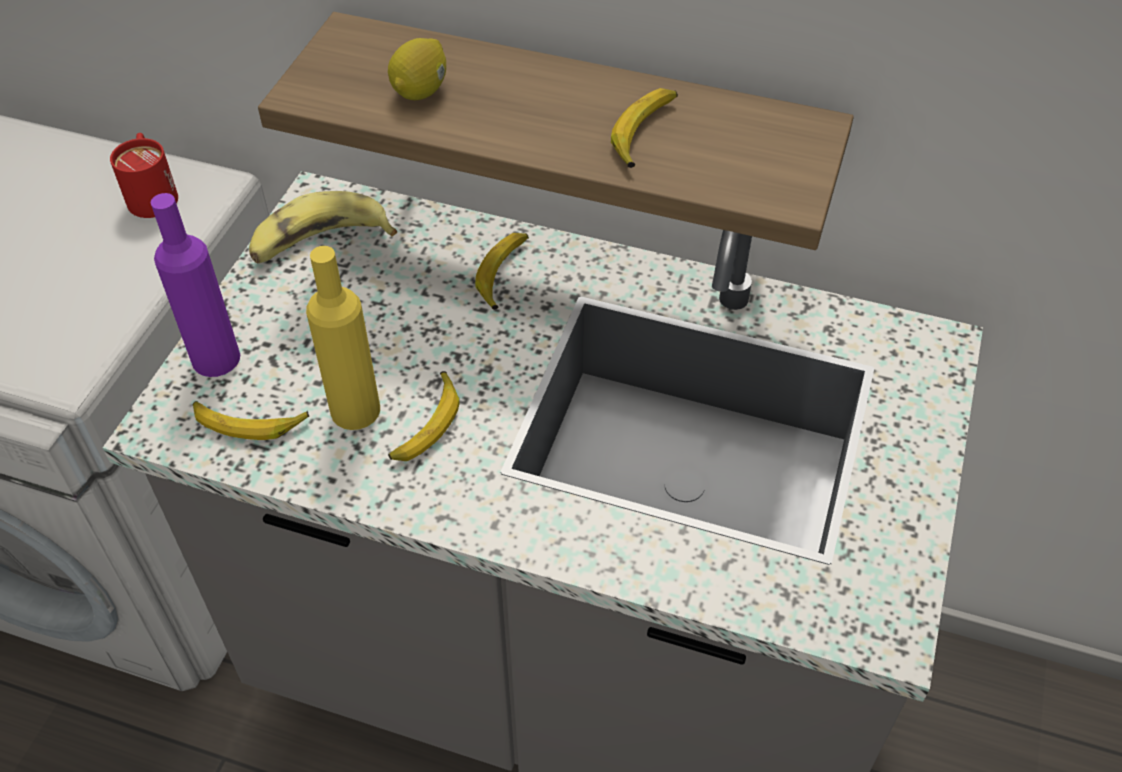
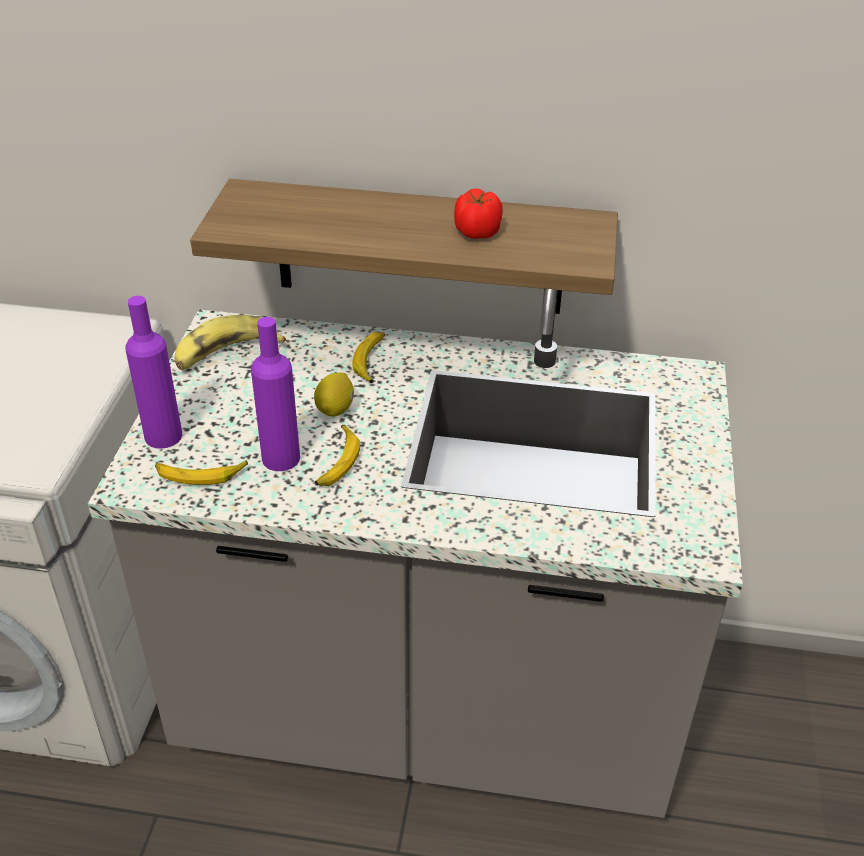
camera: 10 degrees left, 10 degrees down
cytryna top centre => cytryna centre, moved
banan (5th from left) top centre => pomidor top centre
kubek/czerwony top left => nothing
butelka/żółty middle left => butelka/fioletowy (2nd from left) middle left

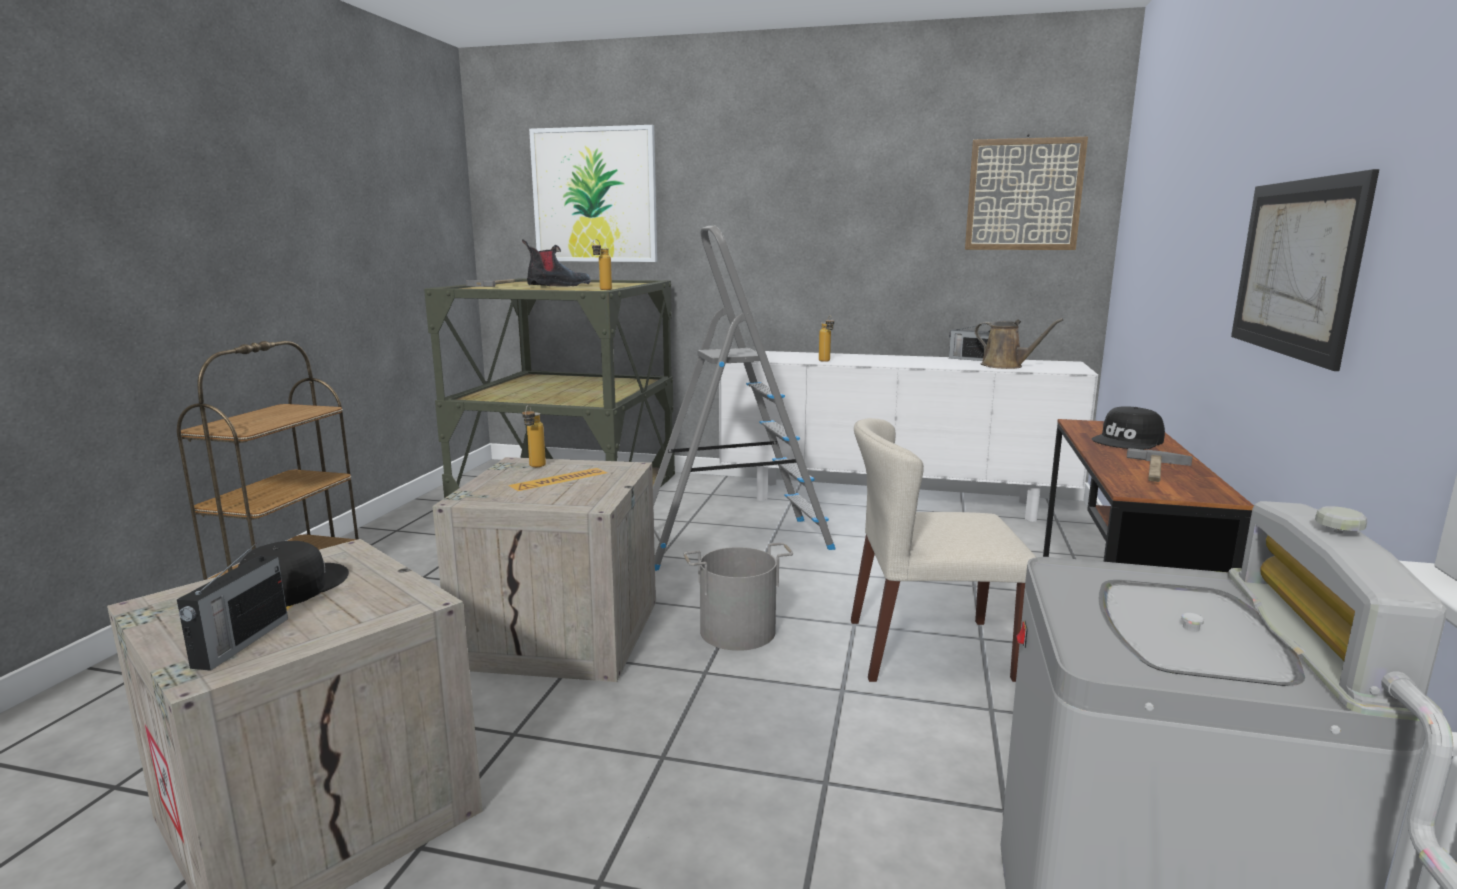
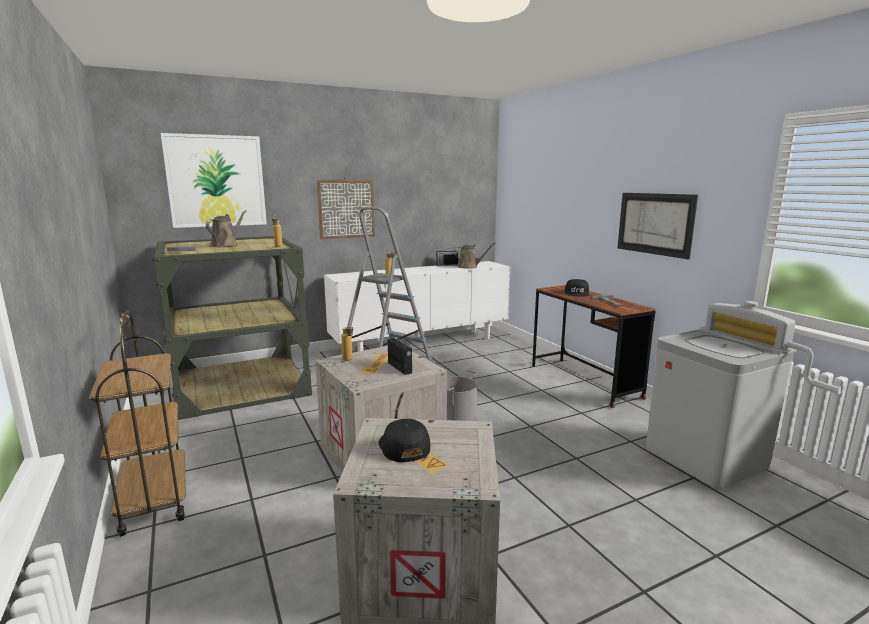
camera: 40 degrees left, 0 degrees up
obraz (2nd from left) top right => obraz (2nd from left) centre, moved
but z cholewką top centre => konewka/brązowy (1st from left) middle left
krzesło/beżowy centre => nothing
radio (1st from left) bottom left => radio (1st from left) centre, moved

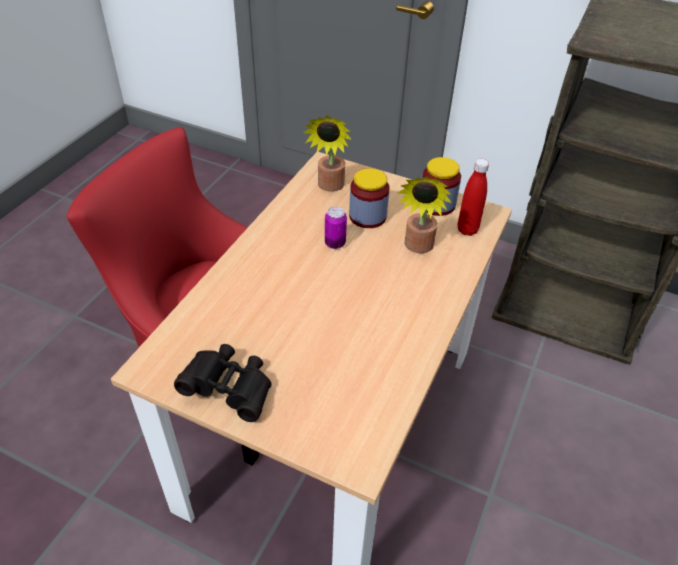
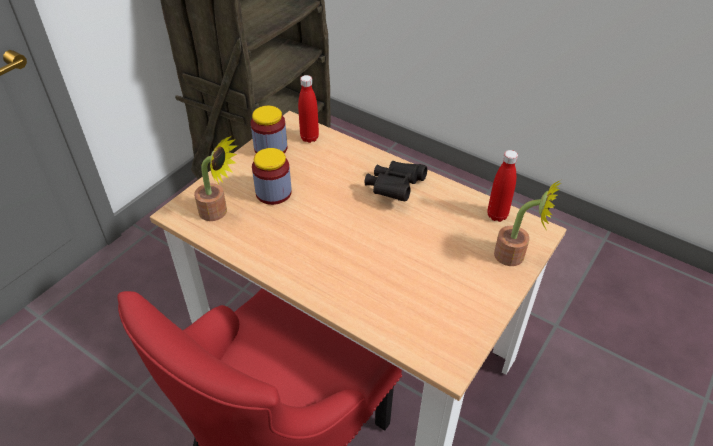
camera: 80 degrees left, 0 degrees up
roślina doniczkowa (2nd from left) centre => roślina doniczkowa (2nd from left) middle right, moved
puszka centre => nothing
lornetka/czarny bottom left => lornetka/czarny centre, moved
nothing => butelka/czerwony (2nd from left) middle right

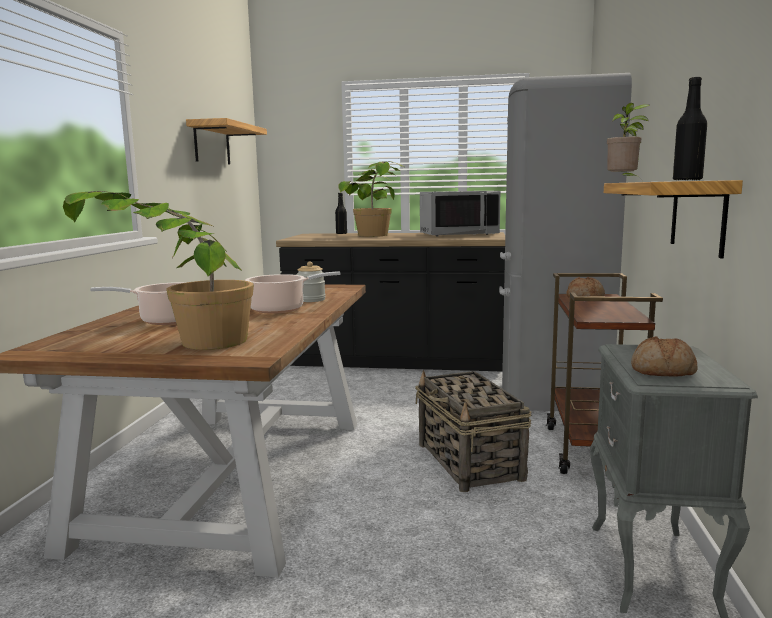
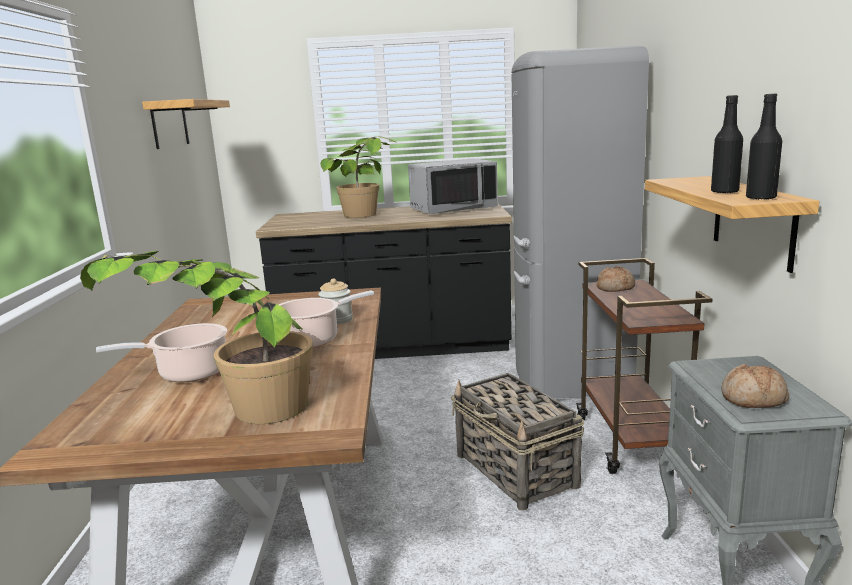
camera: 10 degrees left, 5 degrees up
roślina doniczkowa (3rd from left) top right => nothing
butelka/czarny (1st from left) centre => butelka/czarny (1st from left) top right, moved

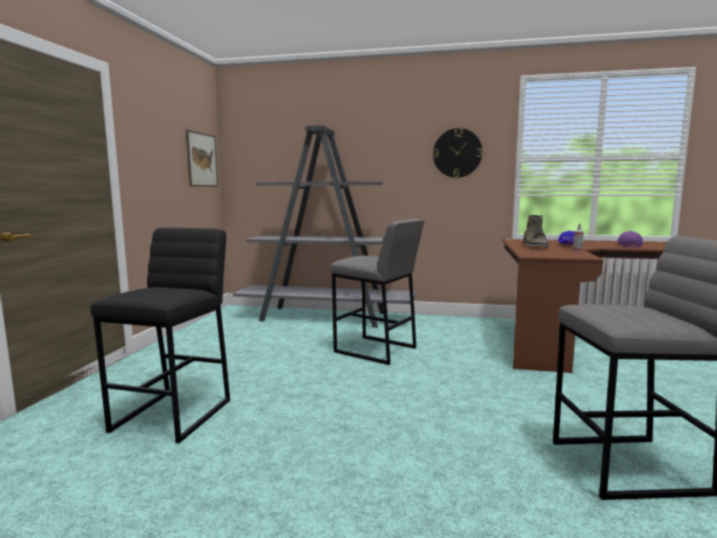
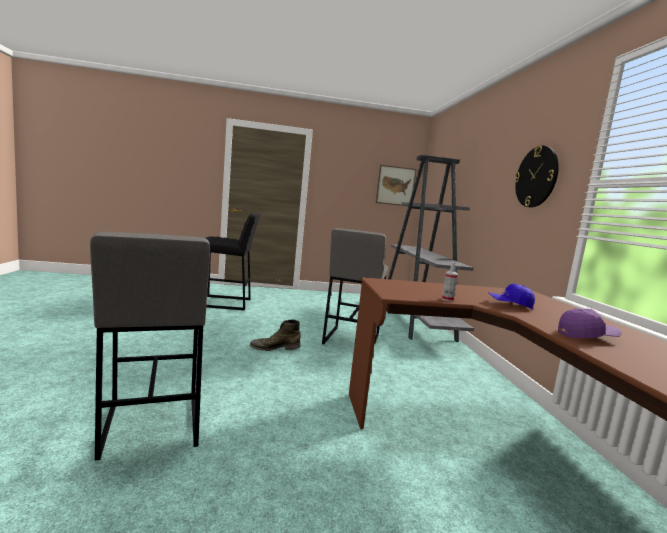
camera: 70 degrees right, 0 degrees up
but z cholewką/zielony middle right => but z cholewką/zielony centre, moved

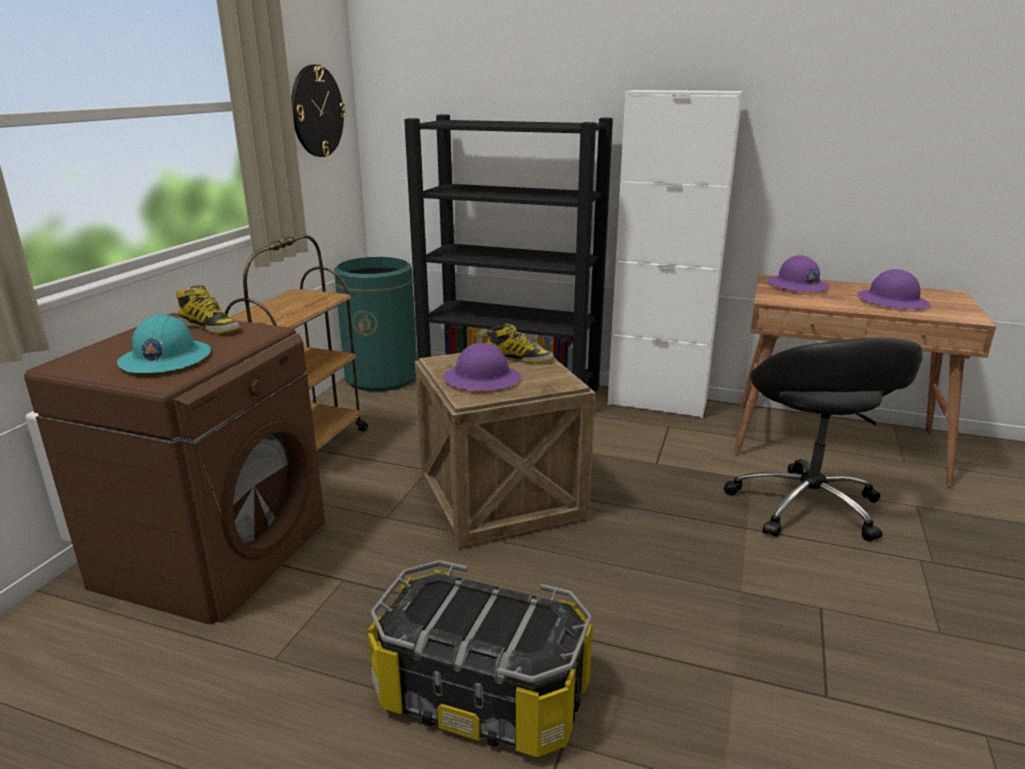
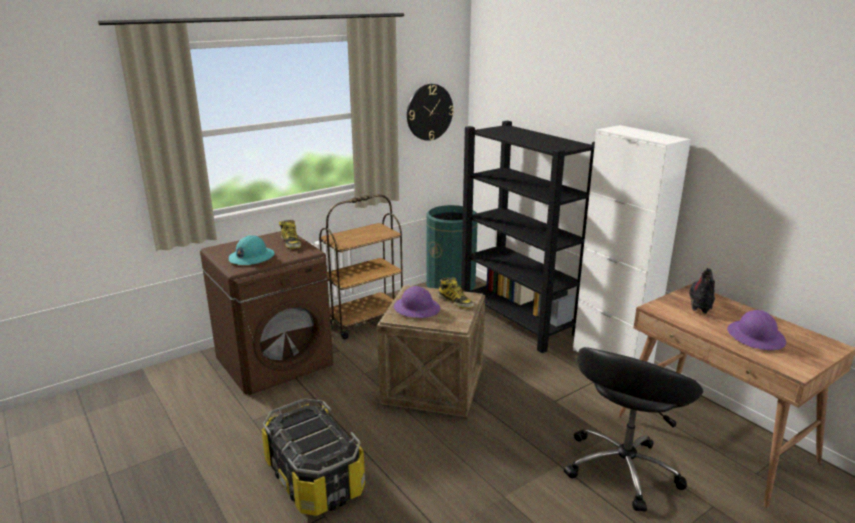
camera: 35 degrees right, 0 degrees up
kask/fioletowy (2nd from left) middle right => but z cholewką (3rd from left) middle right

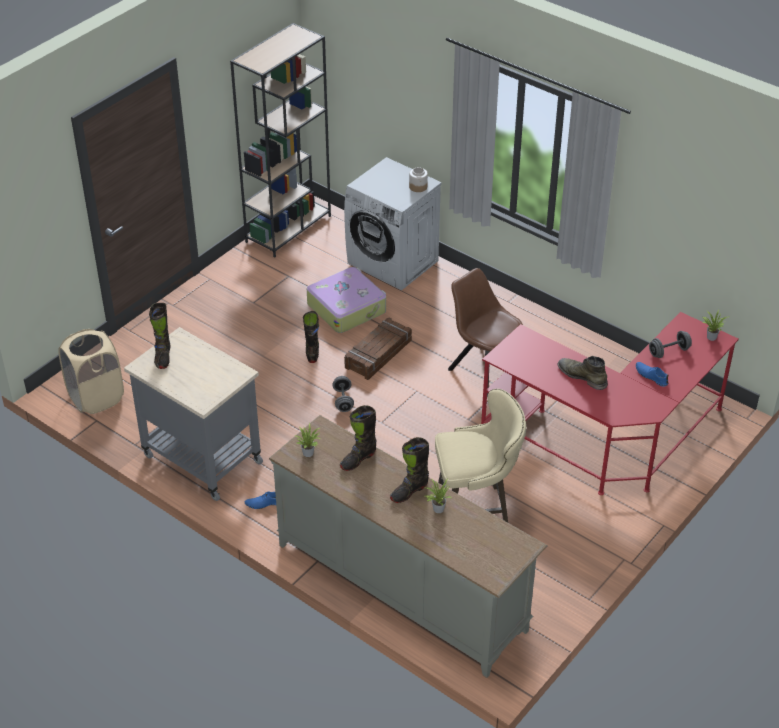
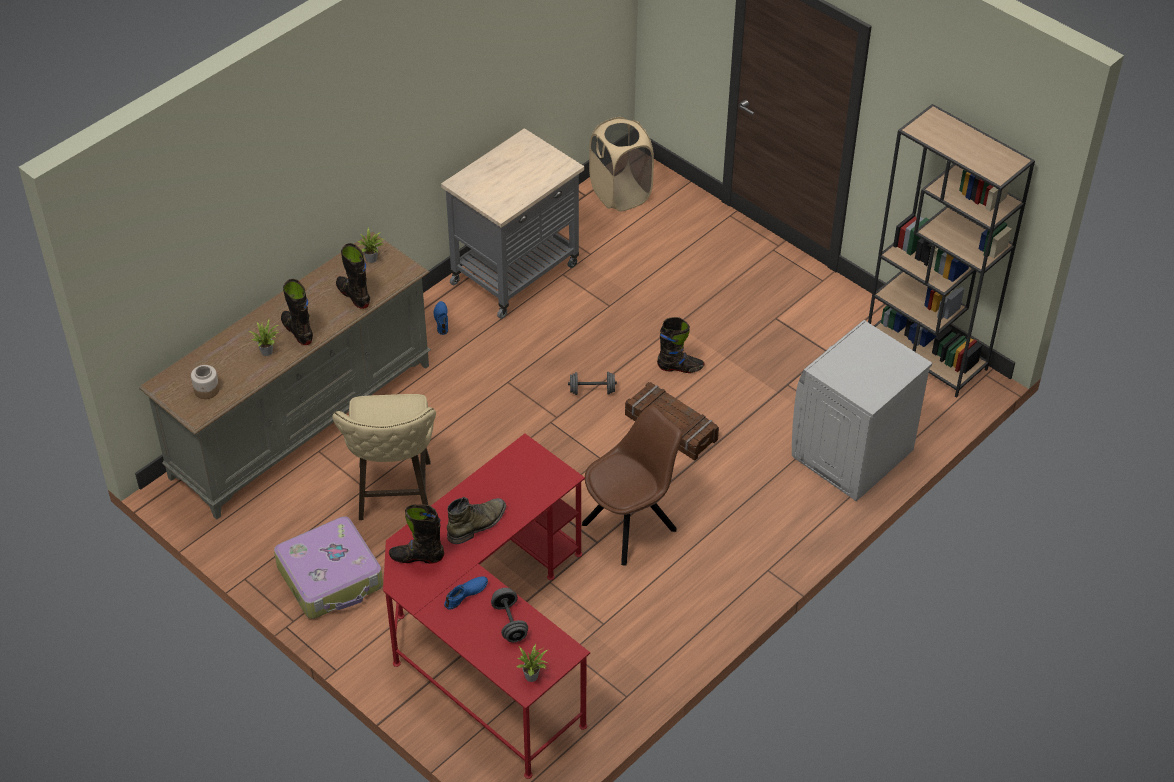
camera: 95 degrees right, 5 degrees up
słoik top centre => słoik middle left, moved
walizka centre => walizka bottom left, moved
but z cholewką/czarny (1st from left in the first image) middle left => but z cholewką/czarny (3rd from left) bottom centre, moved

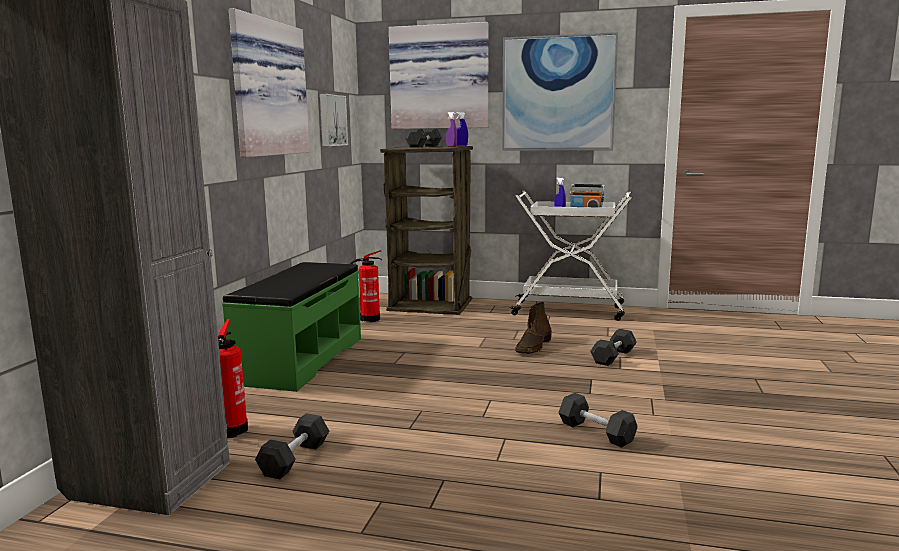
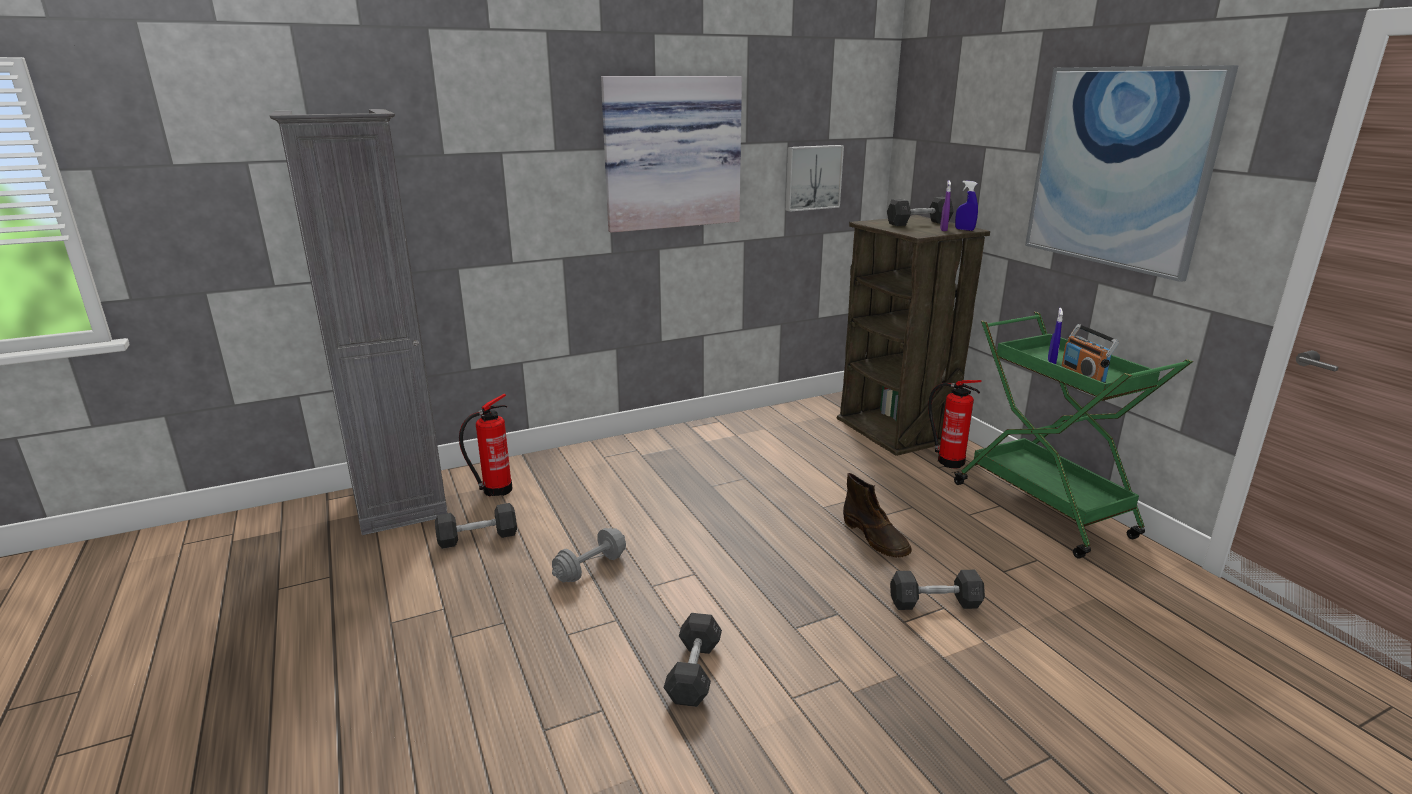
camera: 50 degrees right, 10 degrees up
obraz (3rd from left) top centre => nothing
wózek/biały centre => wózek/zielony middle right
gaśnica (2nd from left) centre => gaśnica (2nd from left) middle right, moved
ławka/zielony middle left => nothing
but z cholewką/brązowy centre, 105 degrees counterclockwise
nothing => hantel/szary (2nd from left) bottom centre

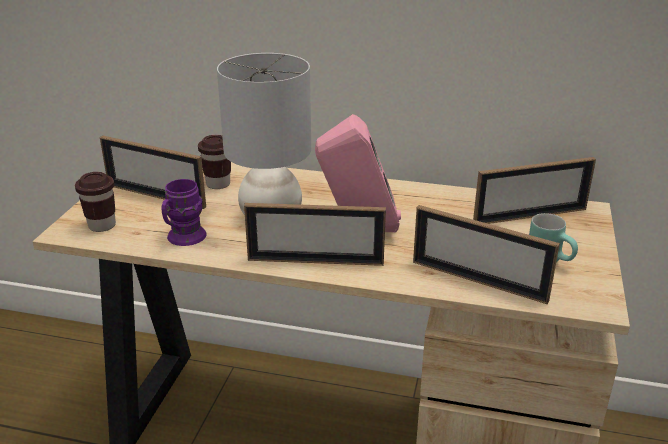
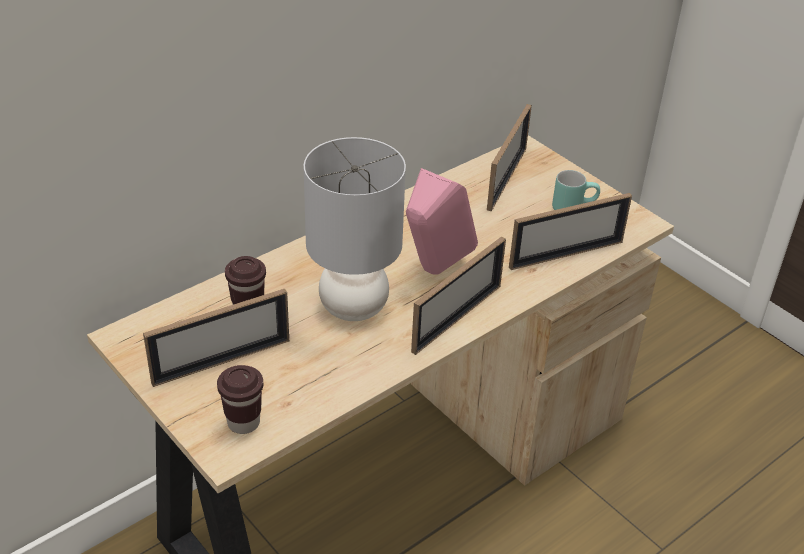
camera: 55 degrees left, 10 degrees up
kubek/fioletowy middle left => nothing

